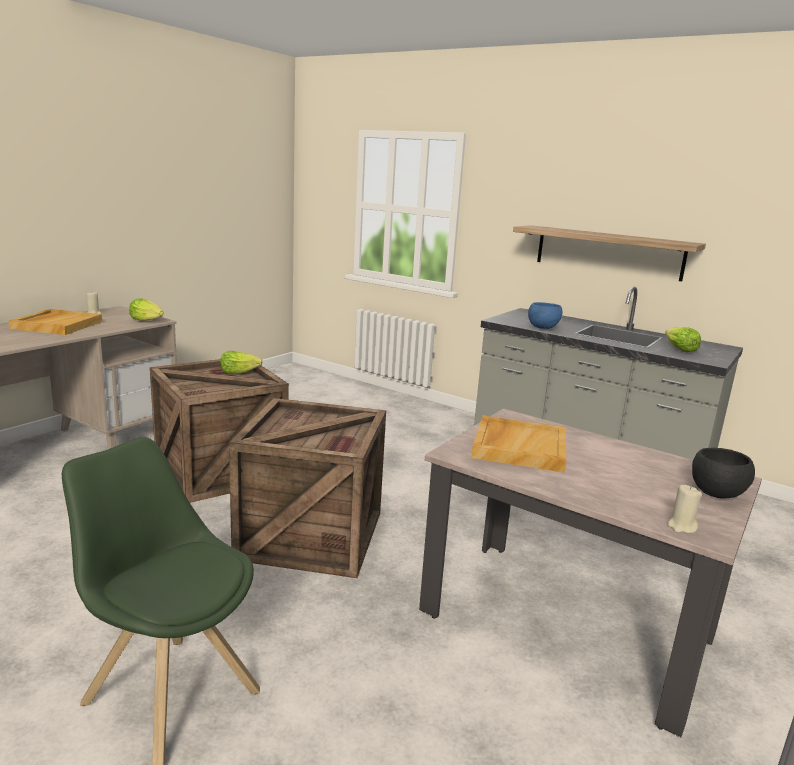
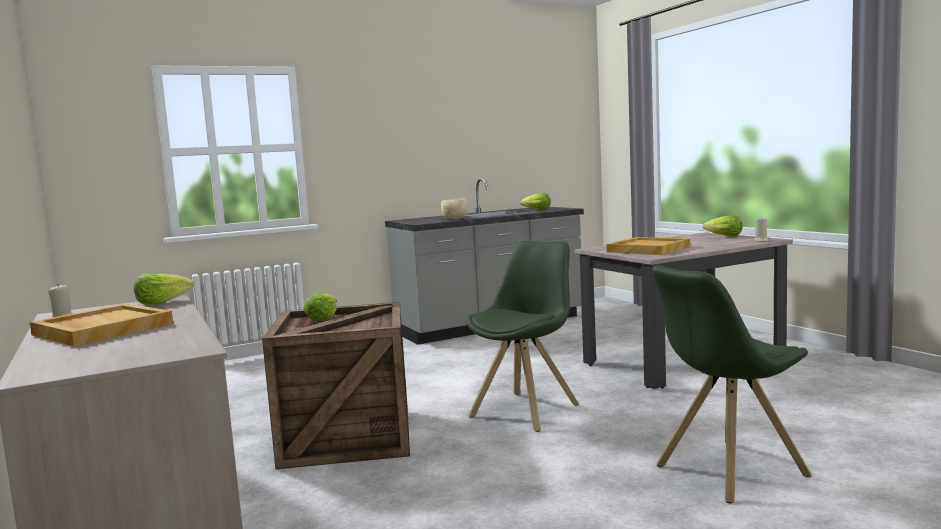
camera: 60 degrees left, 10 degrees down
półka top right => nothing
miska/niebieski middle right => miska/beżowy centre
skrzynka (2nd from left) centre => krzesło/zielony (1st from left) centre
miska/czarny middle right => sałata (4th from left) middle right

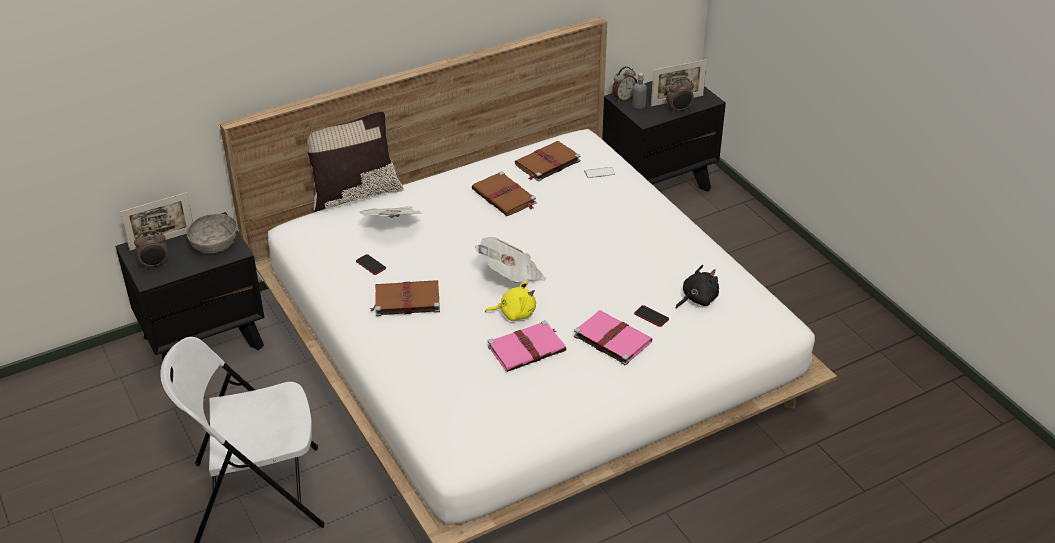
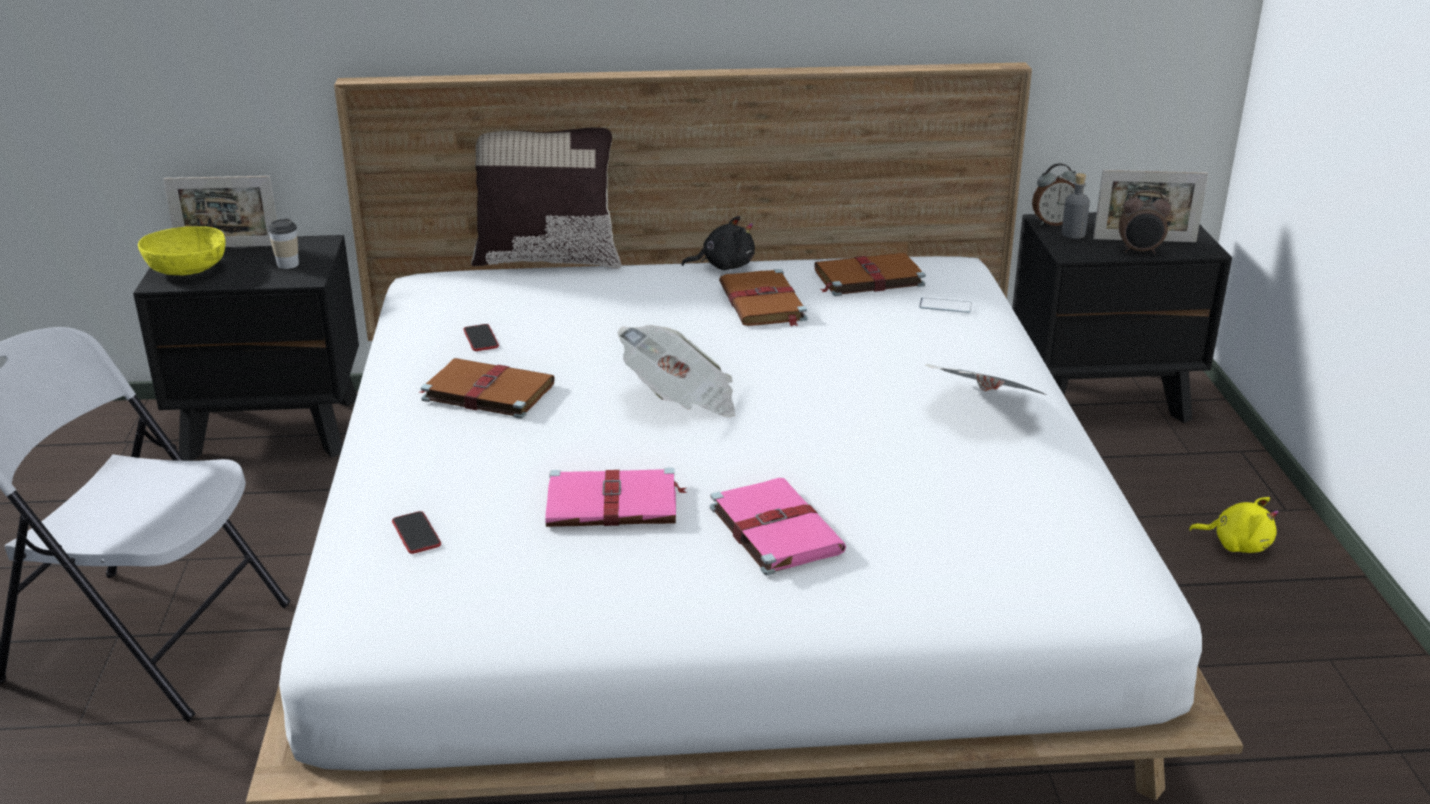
camera: 25 degrees right, 10 degrees down
gazeta (1st from left in the first image) centre => gazeta (2nd from left) middle right, moved
miska/szary middle left => filiżanka top left
budzik (1st from left) middle left => miska/żółty top left
pluszak/czarny centre => pluszak/czarny top centre, moved
pluszak/żółty centre => pluszak/żółty middle right, moved
telefon (3rd from left in the first image) centre => telefon (1st from left) middle left, moved

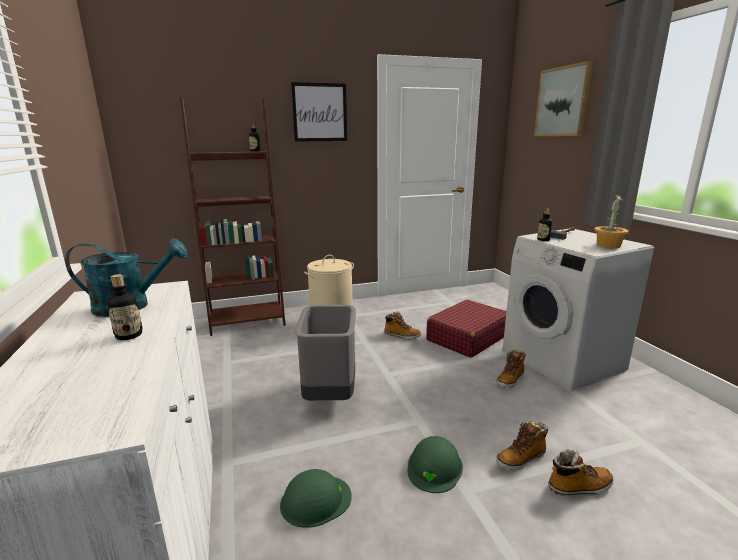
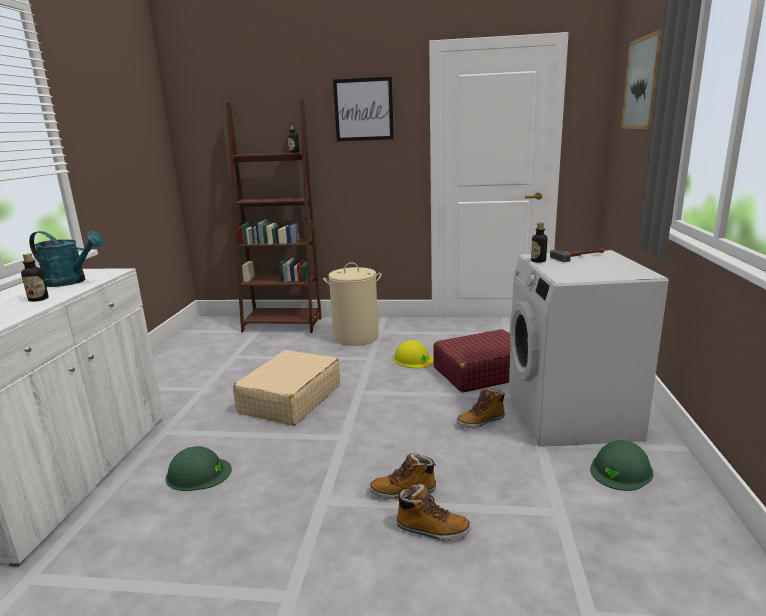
camera: 25 degrees right, 0 degrees up
roślina doniczkowa middle right => nothing
kosz na śmieci/szary centre => walizka/beżowy centre
but z cholewką (1st from left) centre => kask/żółty centre
kask/zielony (2nd from left) bottom centre => kask/zielony (2nd from left) bottom right, moved

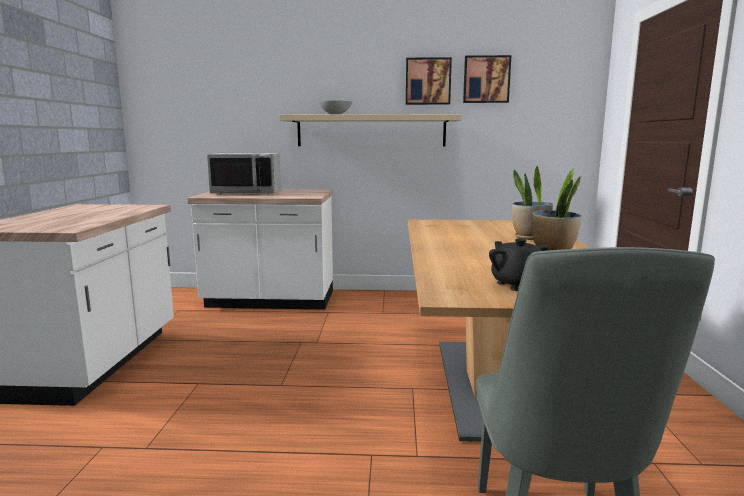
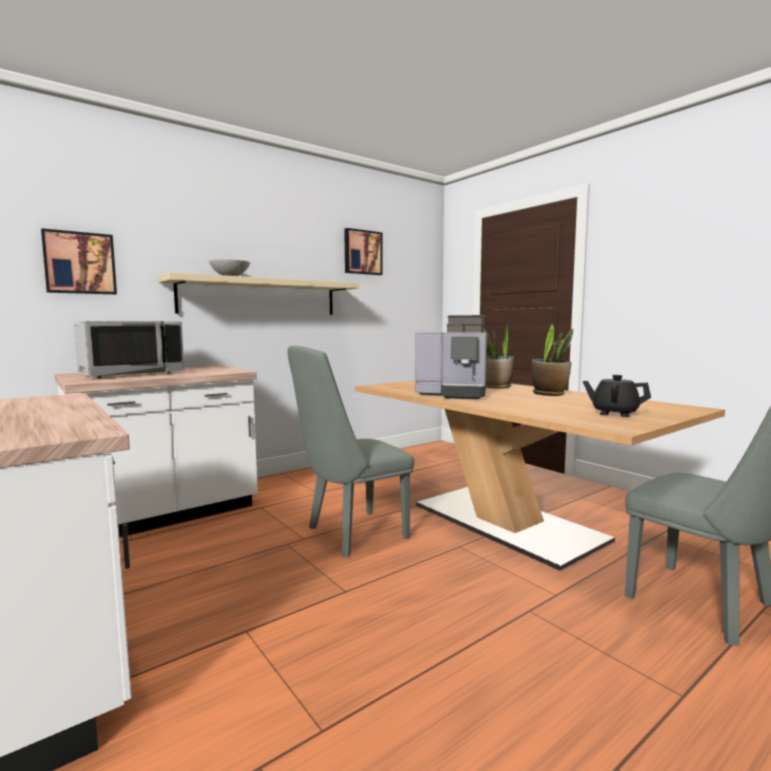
camera: 40 degrees left, 5 degrees down
obraz (1st from left) top centre => obraz (1st from left) middle left, moved
nothing => ekspres do kawy centre
nothing => krzesło/szary (1st from left) centre

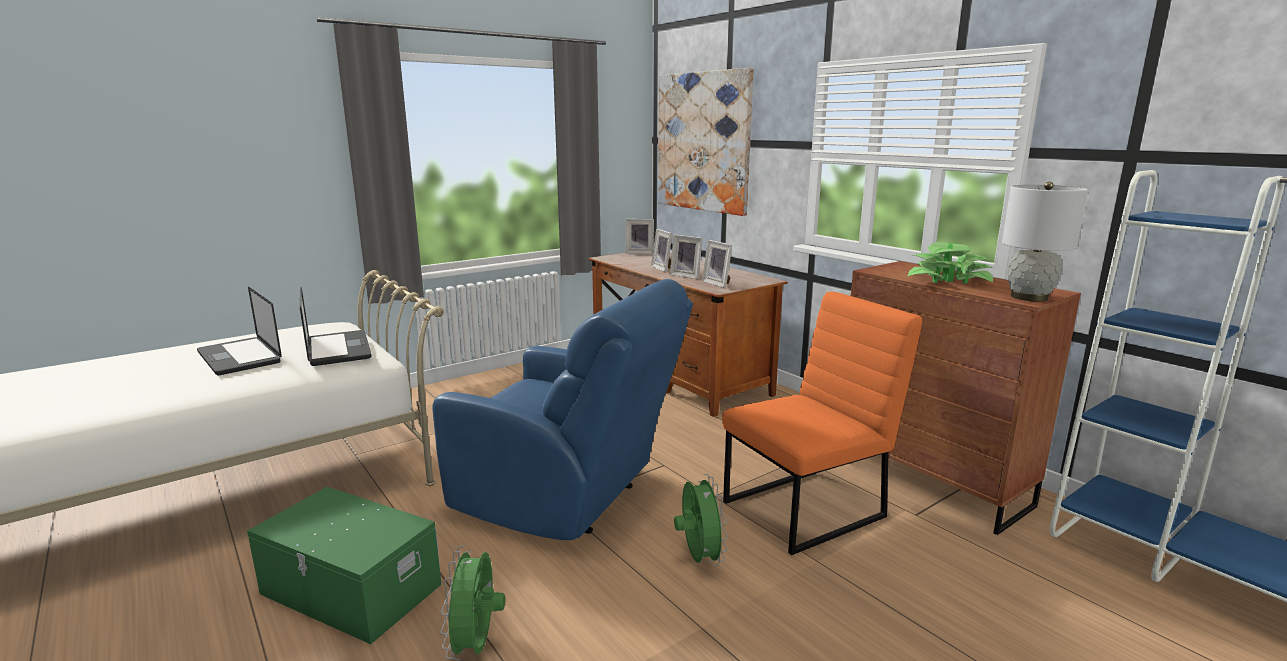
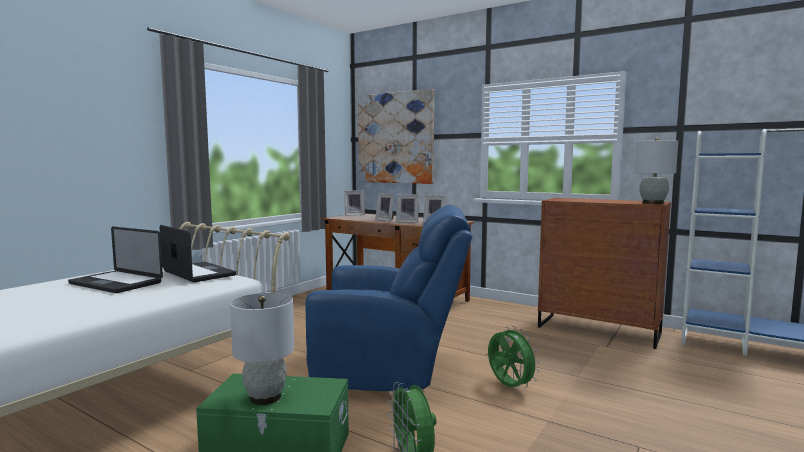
camera: 20 degrees left, 10 degrees down
roślina doniczkowa middle right => nothing
krzesło/pomarańczowy centre => nothing
nothing => lampa stołowa/biały (1st from left) bottom left

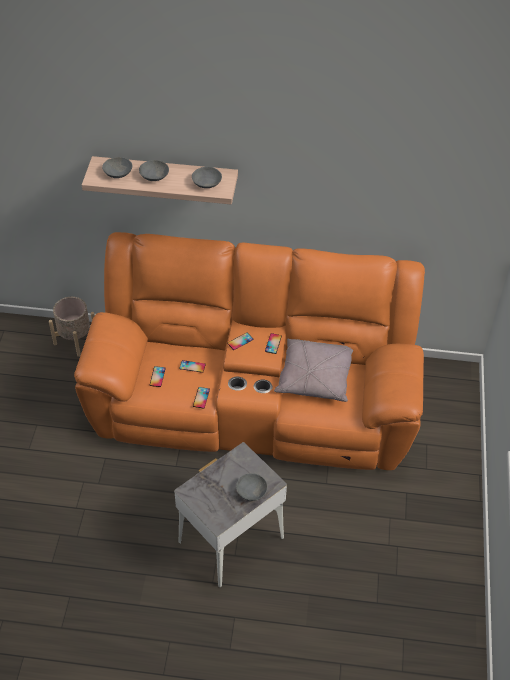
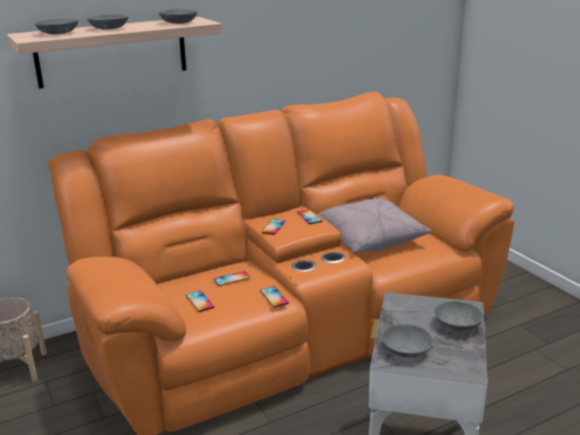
camera: 35 degrees left, 25 degrees down
nothing => miska/szary (4th from left) bottom right

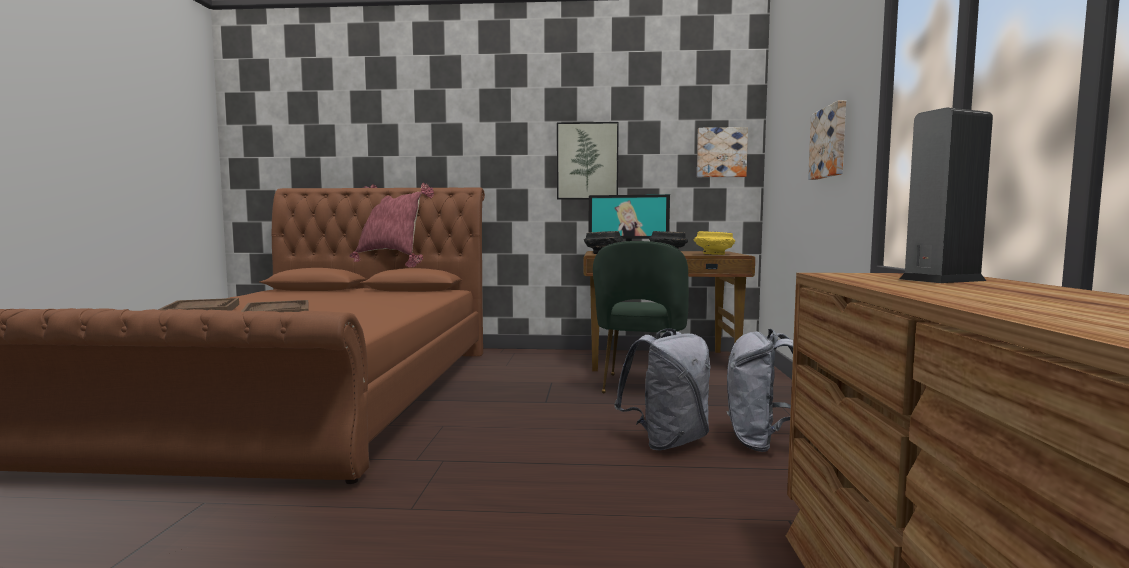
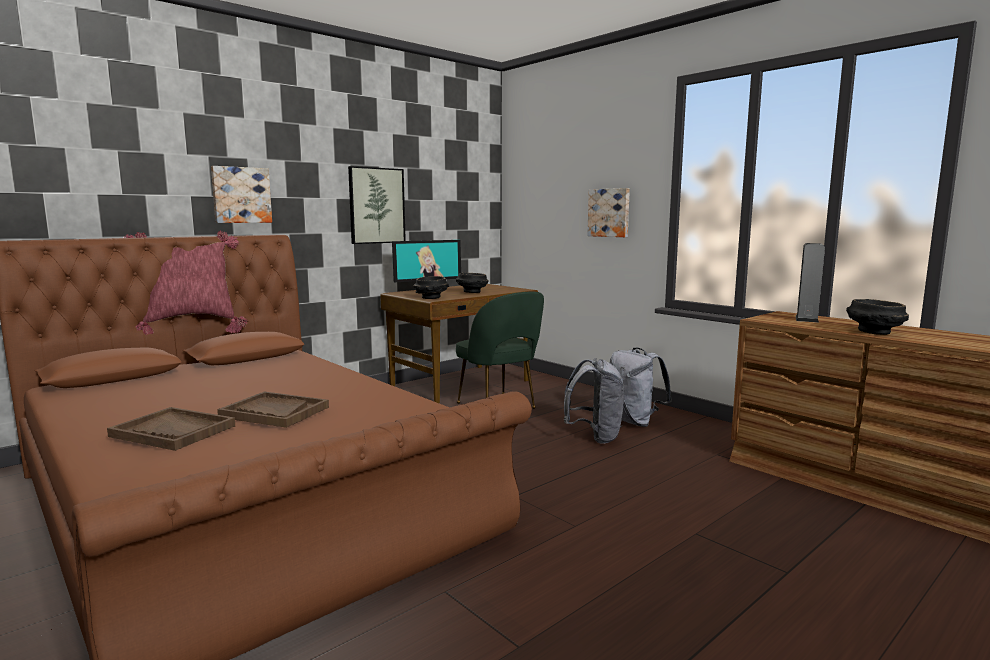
camera: 45 degrees left, 5 degrees up
obraz (2nd from left in the first image) top centre => obraz (1st from left) top left, moved
miska/żółty centre => nothing
nothing => miska/czarny (3rd from left) middle right

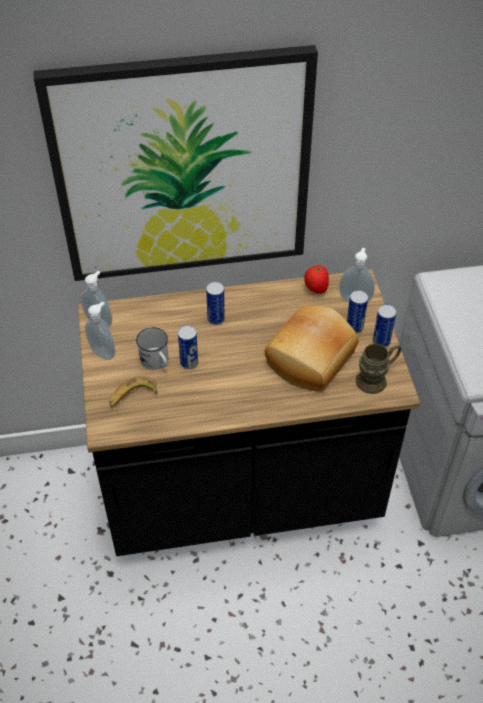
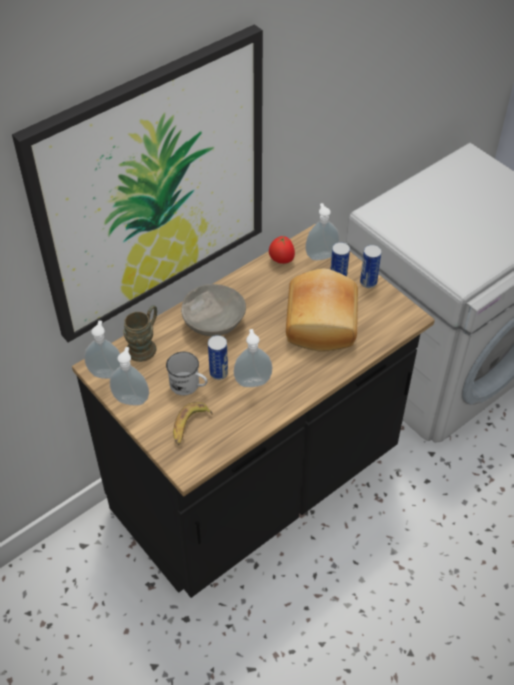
camera: 30 degrees left, 0 degrees up
puszka (2nd from left) centre => miska/szary centre
kubek/brązowy middle right => kubek/brązowy middle left, moved
nothing => dozownik mydła (3rd from left) centre

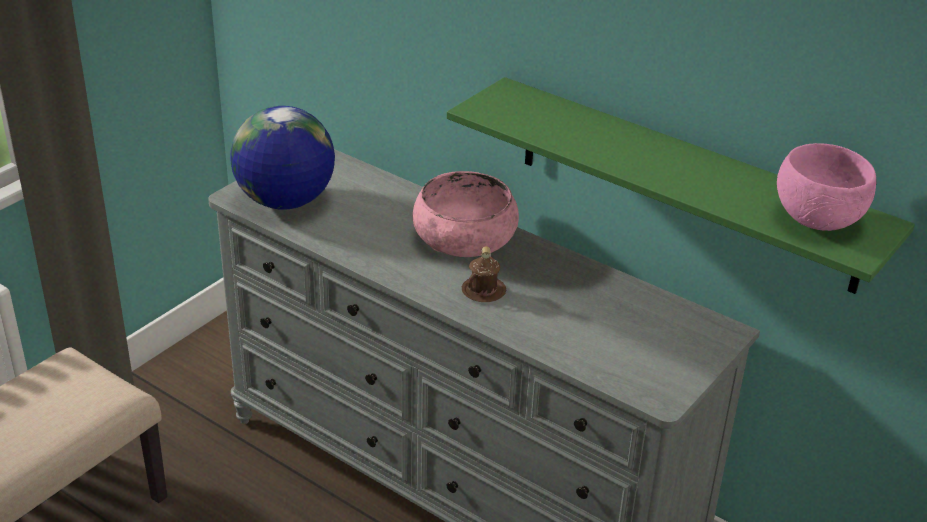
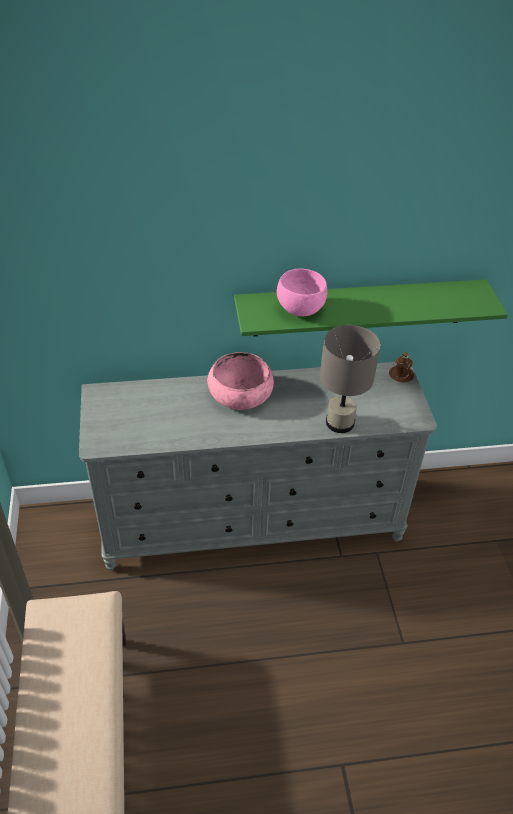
camera: 45 degrees left, 10 degrees up
globus top left => nothing
miska/różowy (2nd from left) middle right => miska/różowy (2nd from left) centre, moved
kubek/brązowy centre => kubek/brązowy middle right, moved
nothing => lampa stołowa/szary middle right

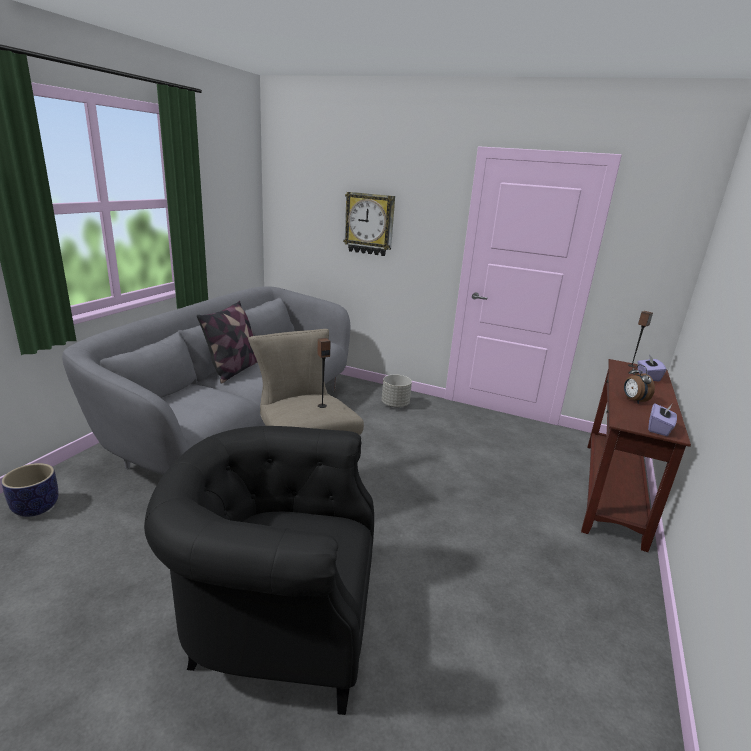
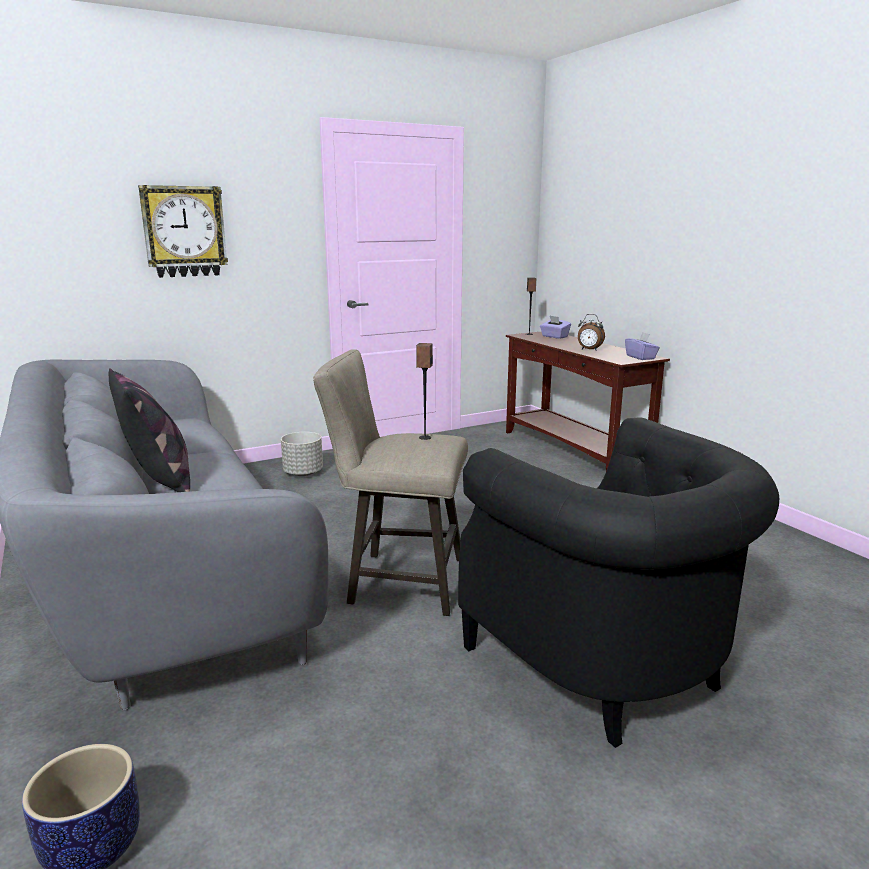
camera: 50 degrees left, 5 degrees down
fotel/czarny bottom centre => fotel/czarny bottom right, 75 degrees counterclockwise

